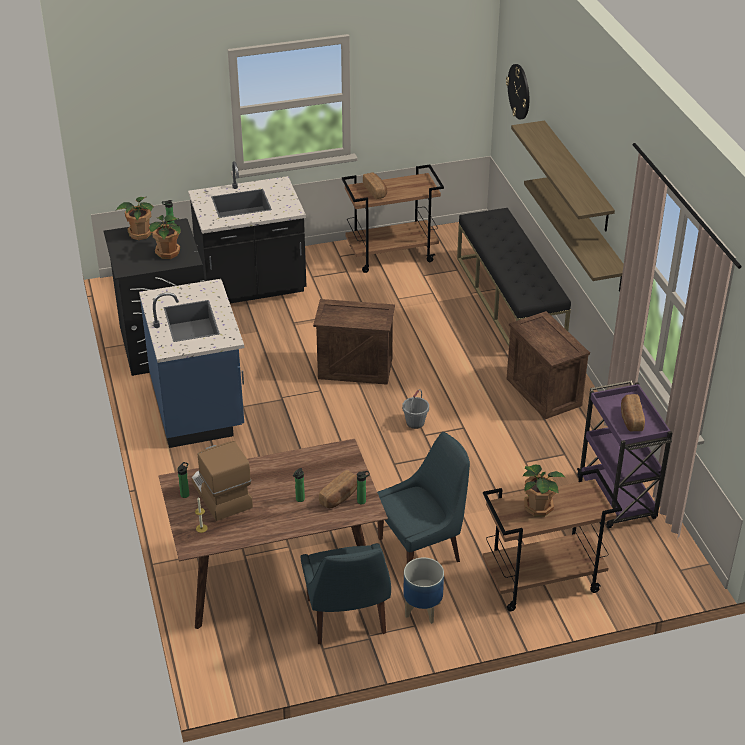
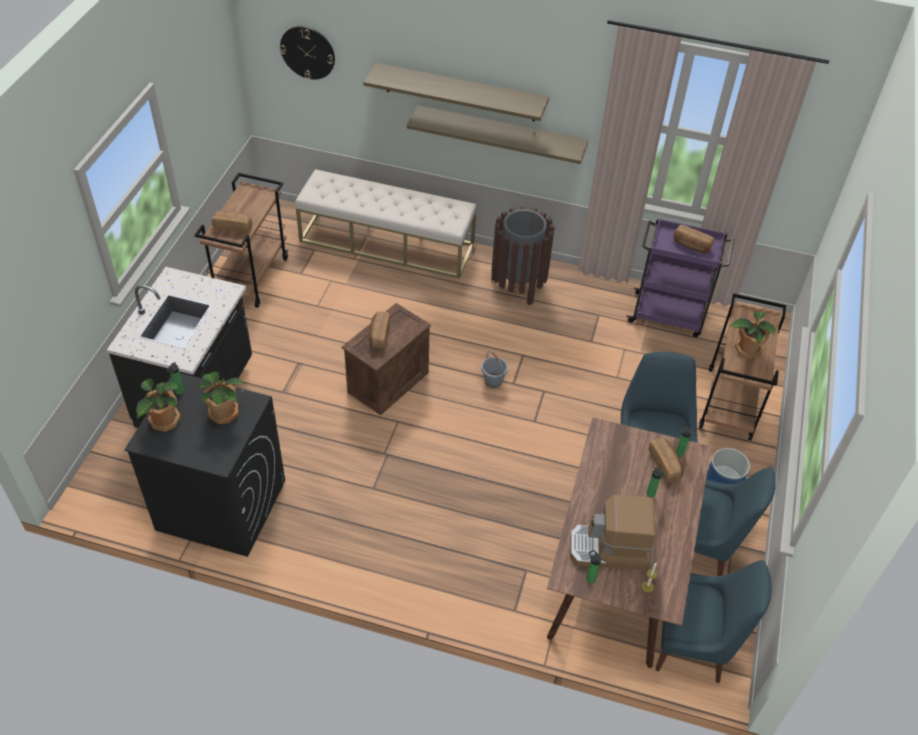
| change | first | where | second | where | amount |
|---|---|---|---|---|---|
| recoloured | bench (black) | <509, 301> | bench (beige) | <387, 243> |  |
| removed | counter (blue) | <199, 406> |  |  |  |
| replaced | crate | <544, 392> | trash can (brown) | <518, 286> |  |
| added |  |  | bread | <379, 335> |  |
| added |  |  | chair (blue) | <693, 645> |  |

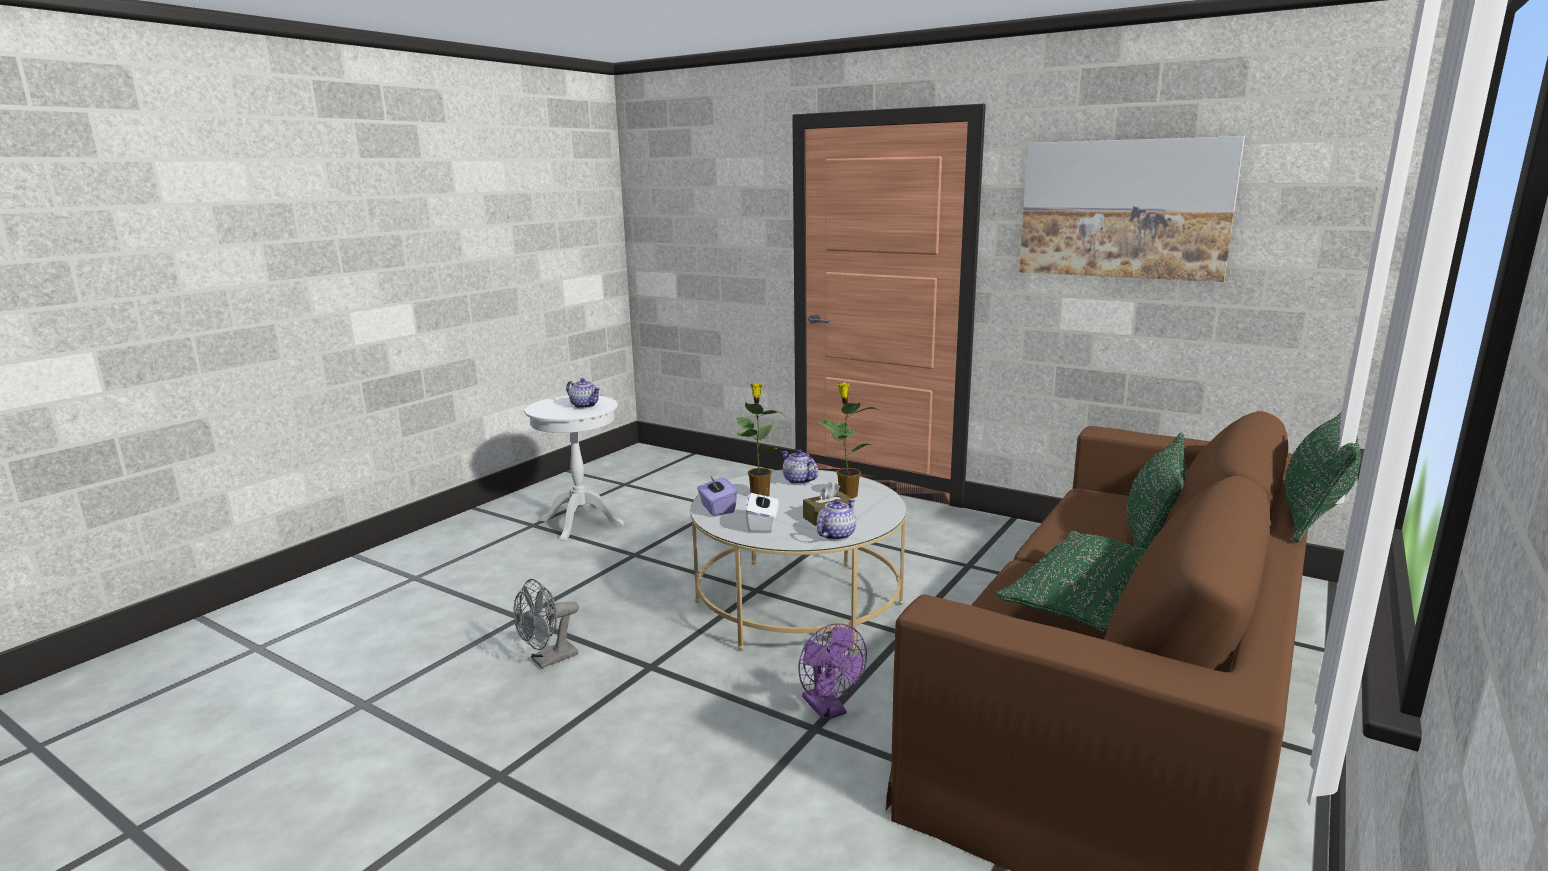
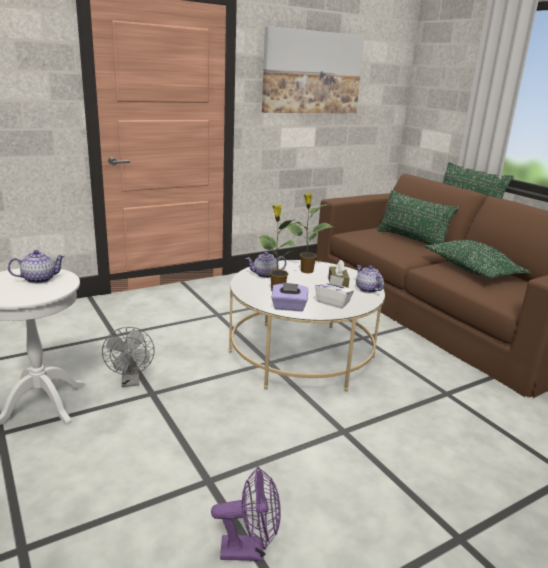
| change | first | where | second | where | amount |
|---|---|---|---|---|---|
| moved | fan (grey) | <548, 660> |  | <131, 381> |  |
| moved | fan (purple) | <829, 710> |  | <250, 550> |  |

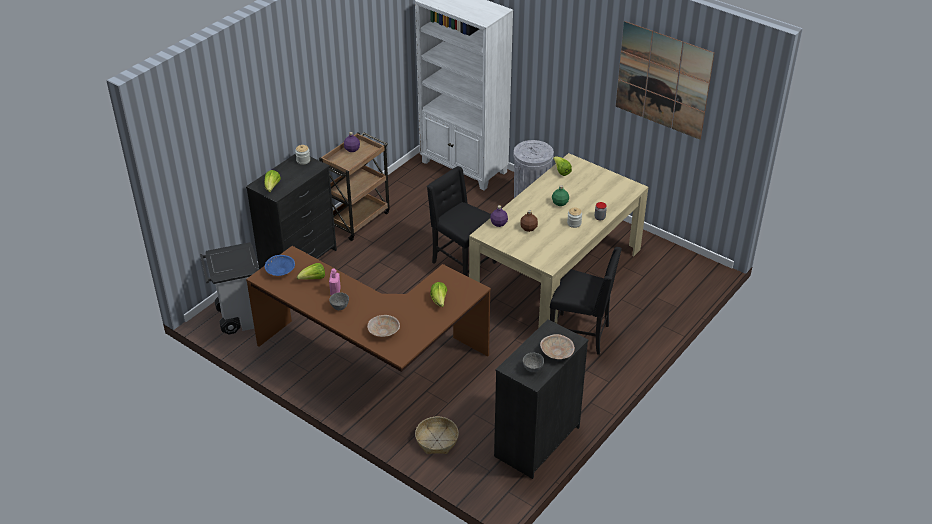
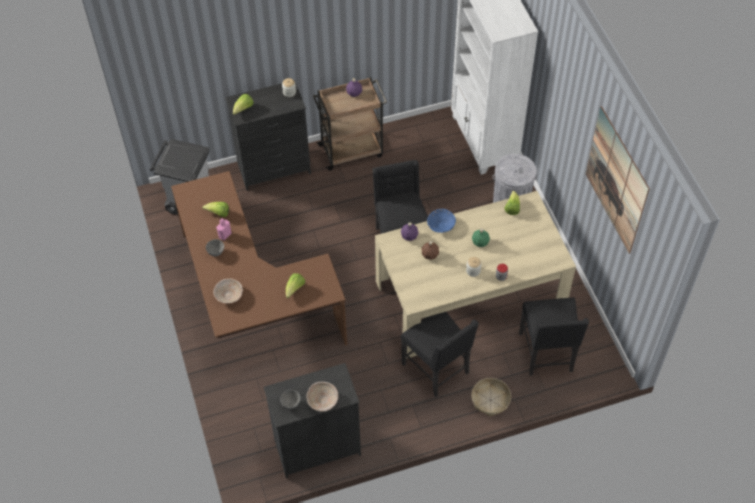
| change | first | where | second | where | amount |
|---|---|---|---|---|---|
| moved | bowl (blue) | <280, 271> |  | <440, 225> |  |
| moved | basket | <437, 440> |  | <490, 400> |  |
| added |  |  | chair (black) | <547, 353> |  |

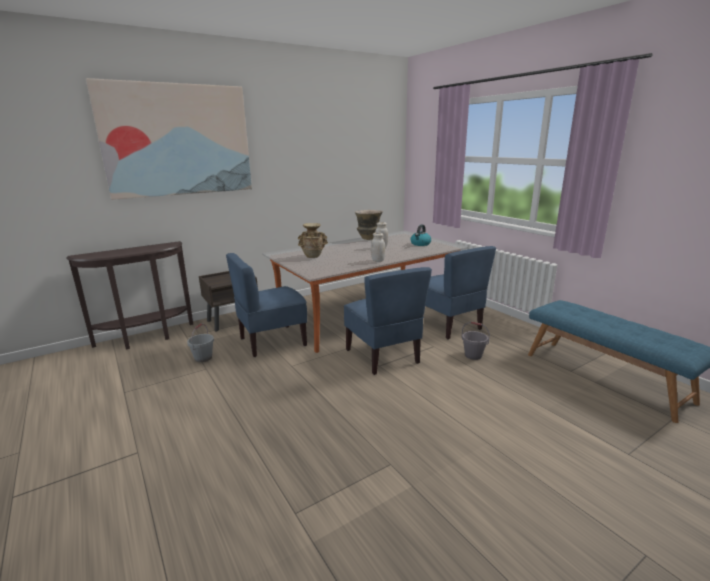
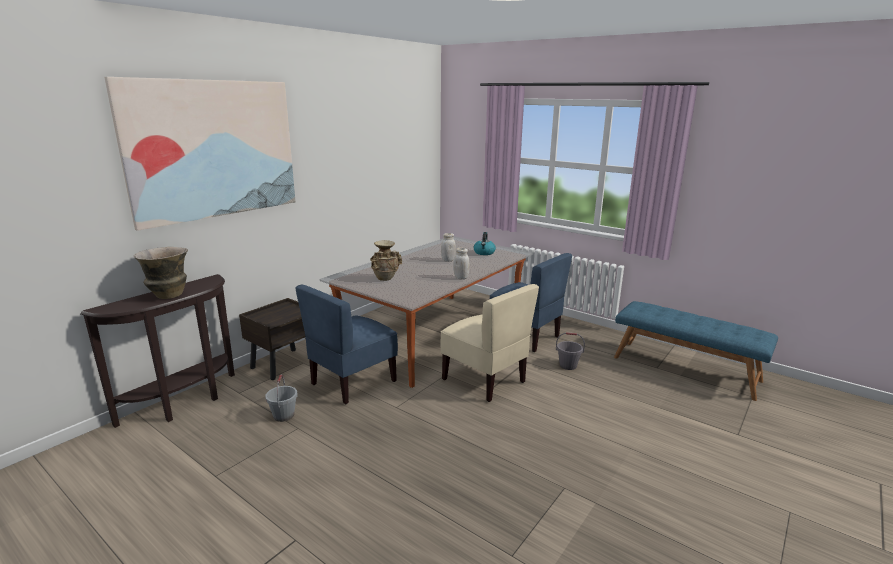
| change | first | where | second | where | amount |
|---|---|---|---|---|---|
| moved | vase | <368, 238> |  | <168, 295> |  |
| recoloured | chair (blue) | <383, 356> | chair (beige) | <484, 380> |  |

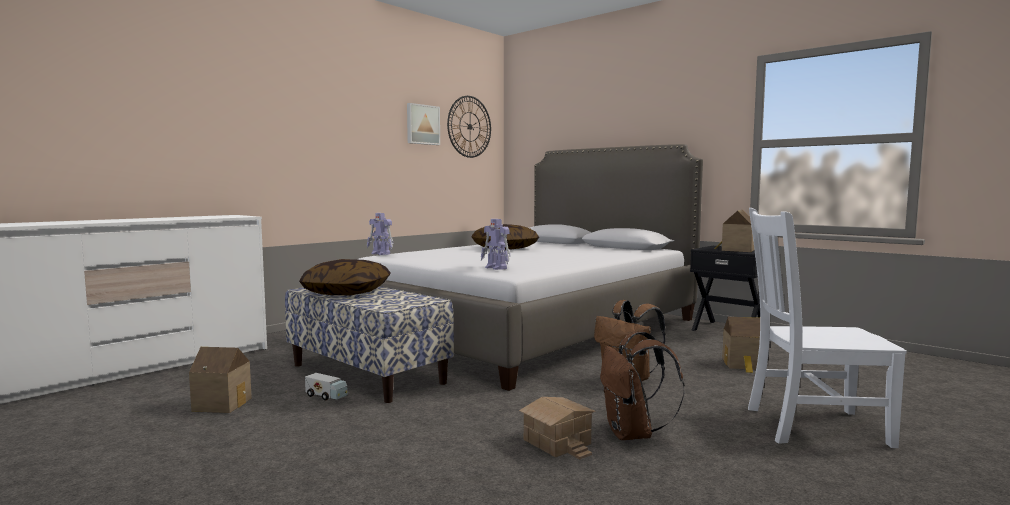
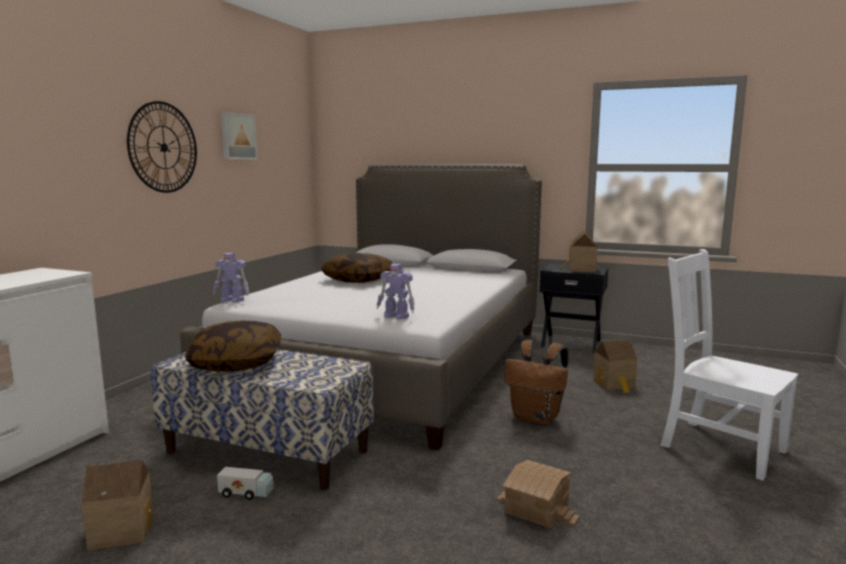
| change | first | where | second | where | amount |
|---|---|---|---|---|---|
| moved | wall clock | <469, 126> |  | <163, 147> |  |
| turned | chair (white) | <811, 426> |  | <718, 446> | 60 degrees clockwise |
| removed | backpack (brown) | <632, 434> |  |  |  |

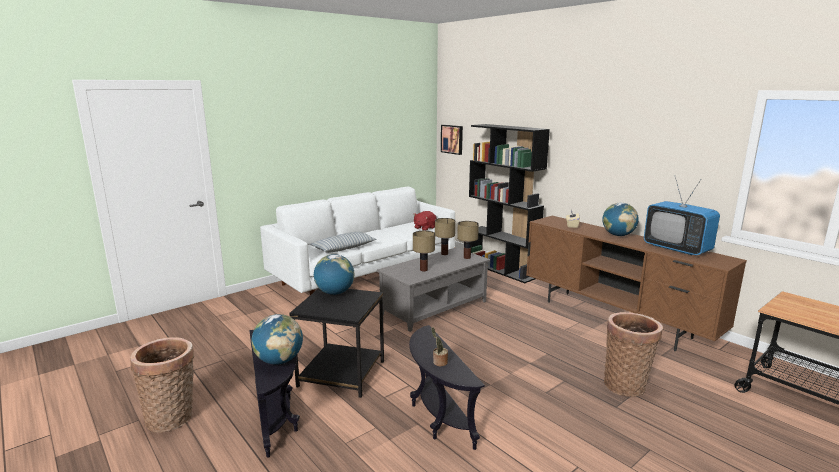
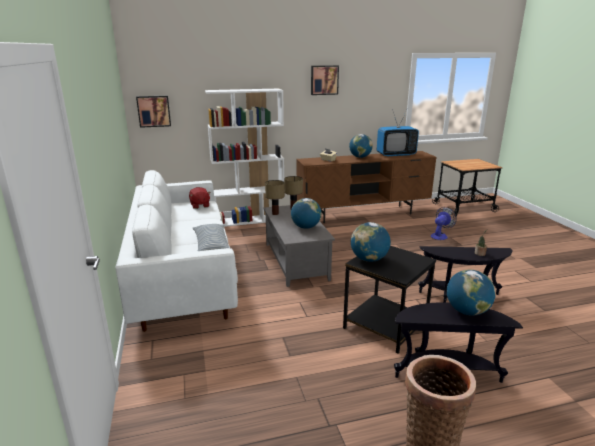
| change | first | where | second | where | amount |
|---|---|---|---|---|---|
| recoloured | bookcase (black) | <501, 269> | bookcase (white) | <250, 220> |  |
| replaced | table lamp | <424, 270> | globe | <306, 227> |  |
| replaced | basket | <626, 384> | fan | <440, 235> |  |
| added |  |  | picture | <324, 80> |  |

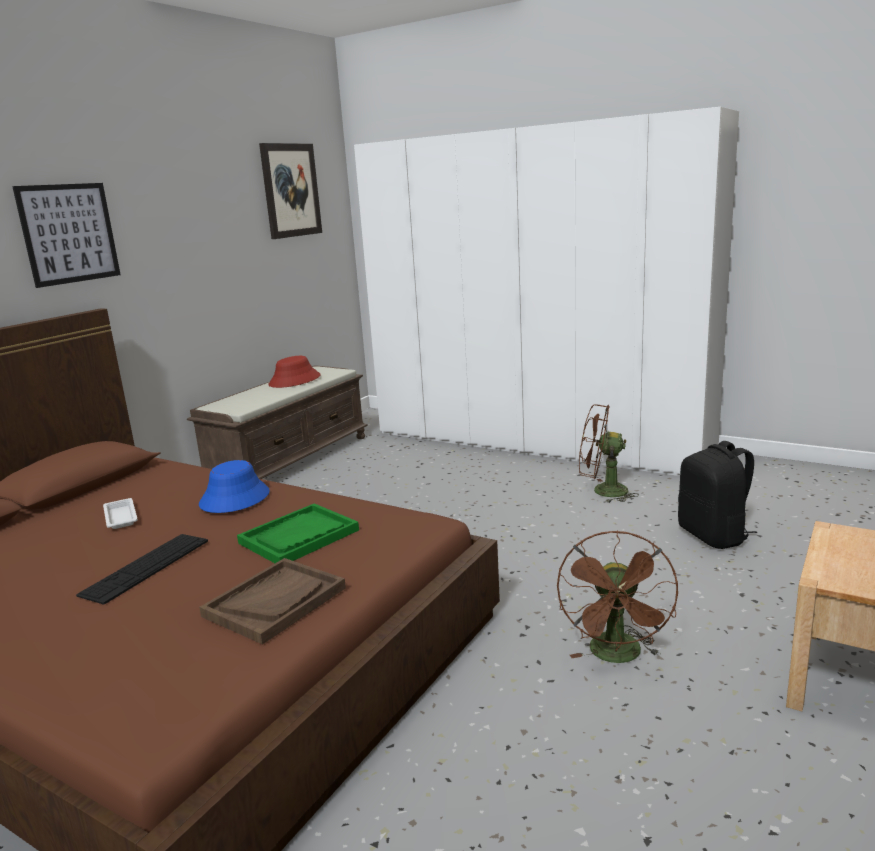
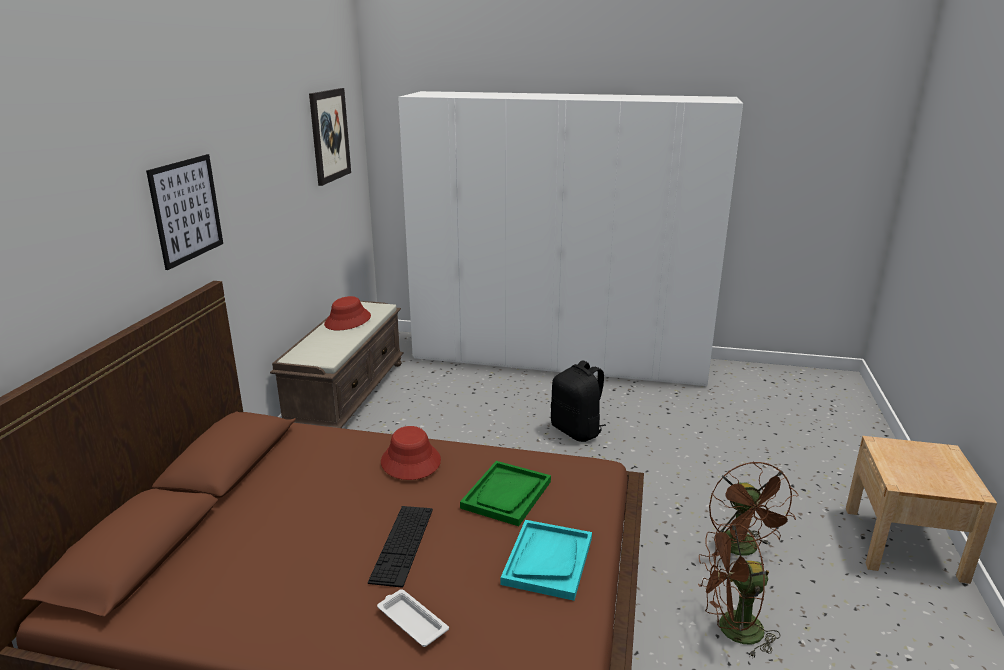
| change | first | where | second | where | amount |
|---|---|---|---|---|---|
| moved | fan (brown) | <602, 491> |  | <731, 631> |  |
| moved | backpack (black) | <714, 536> |  | <577, 431> |  |
| recoloured | hat (blue) | <234, 499> | hat (red) | <410, 461> |  |
| moved | tray (white) | <121, 517> |  | <411, 621> |  |
| recoloured | tray (brown) | <275, 602> | tray (turquoise) | <547, 560> |  |

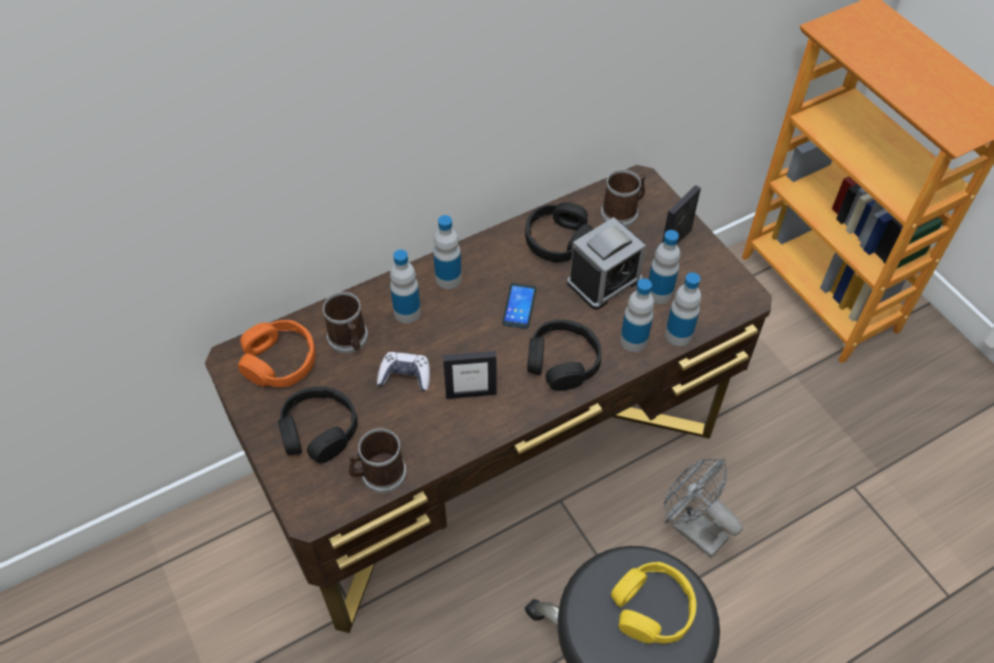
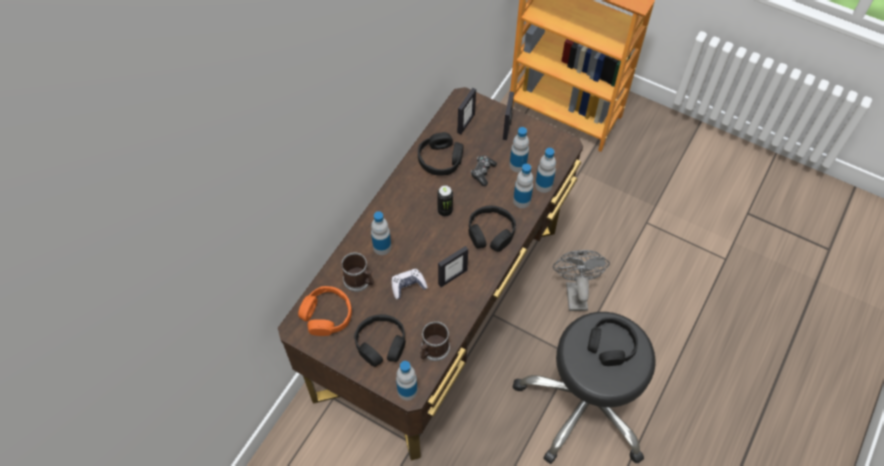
| change | first | where | second | where | amount |
|---|---|---|---|---|---|
| replaced | mug | <623, 211> | picture frame | <465, 123> |  |
| moved | bottle | <448, 279> |  | <407, 390> |  |
| replaced | alarm clock | <604, 281> | game controller | <482, 172> |  |
| replaced | phone | <519, 306> | can | <445, 211> |  |
| turned | fan (grey) | <692, 528> |  | <575, 292> | 75 degrees clockwise |
| recoloured | headphones (yellow) | <652, 608> | headphones (black) | <610, 345> |  |

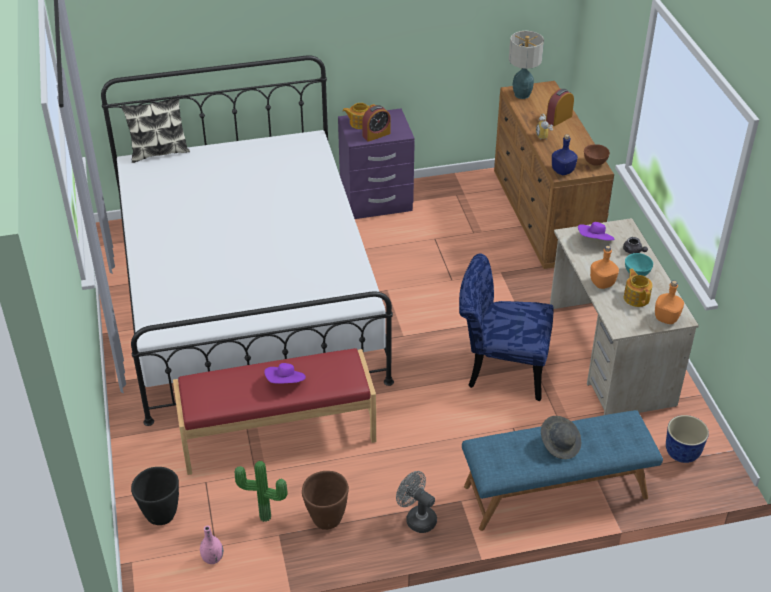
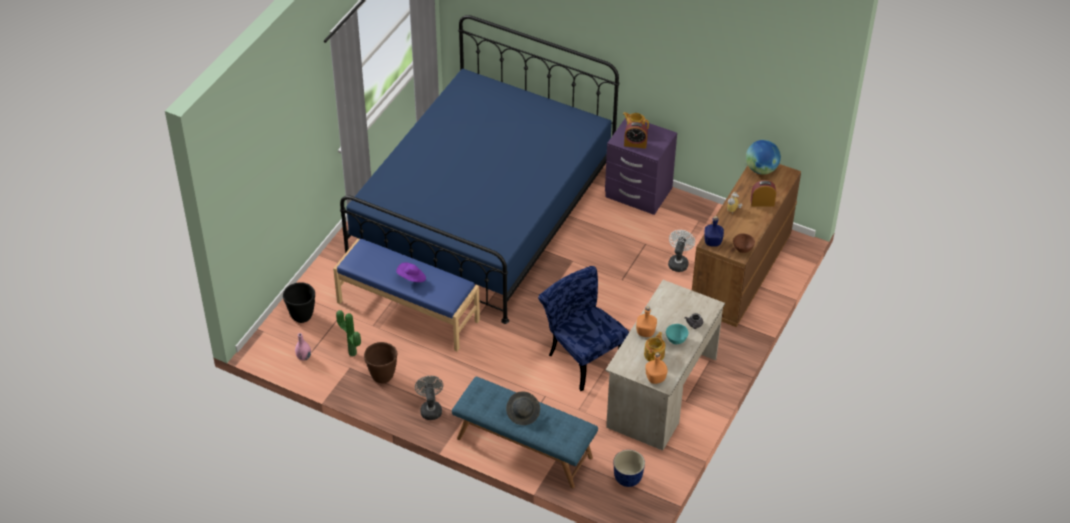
| change | first | where | second | where | amount |
|---|---|---|---|---|---|
| replaced | table lamp | <522, 95> | globe | <761, 169> |  |
| recoloured | bed (white) | <247, 296> | bed (blue) | <483, 212> |  |
| removed | pillow | <159, 152> |  |  |  |
| removed | hat (purple) | <595, 241> |  |  |  |
| recoloured | bench (red) | <277, 434> | bench (blue) | <408, 311> |  |
| added |  |  | fan (white) | <678, 262> |  |

